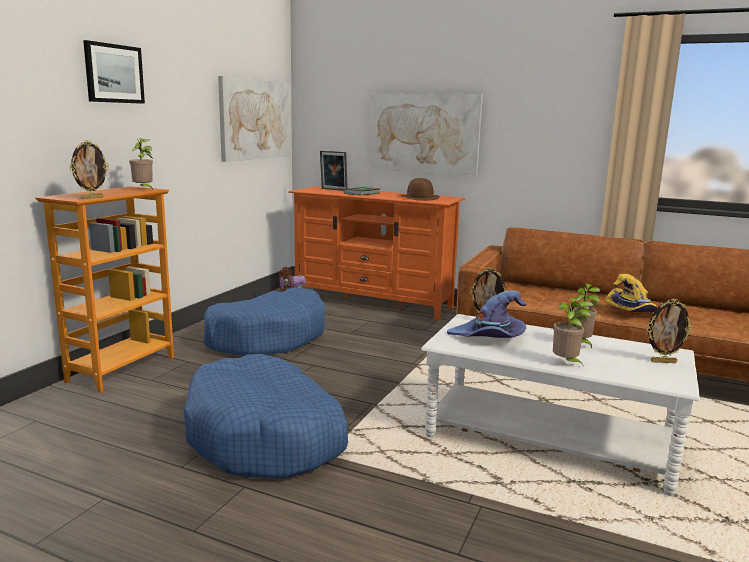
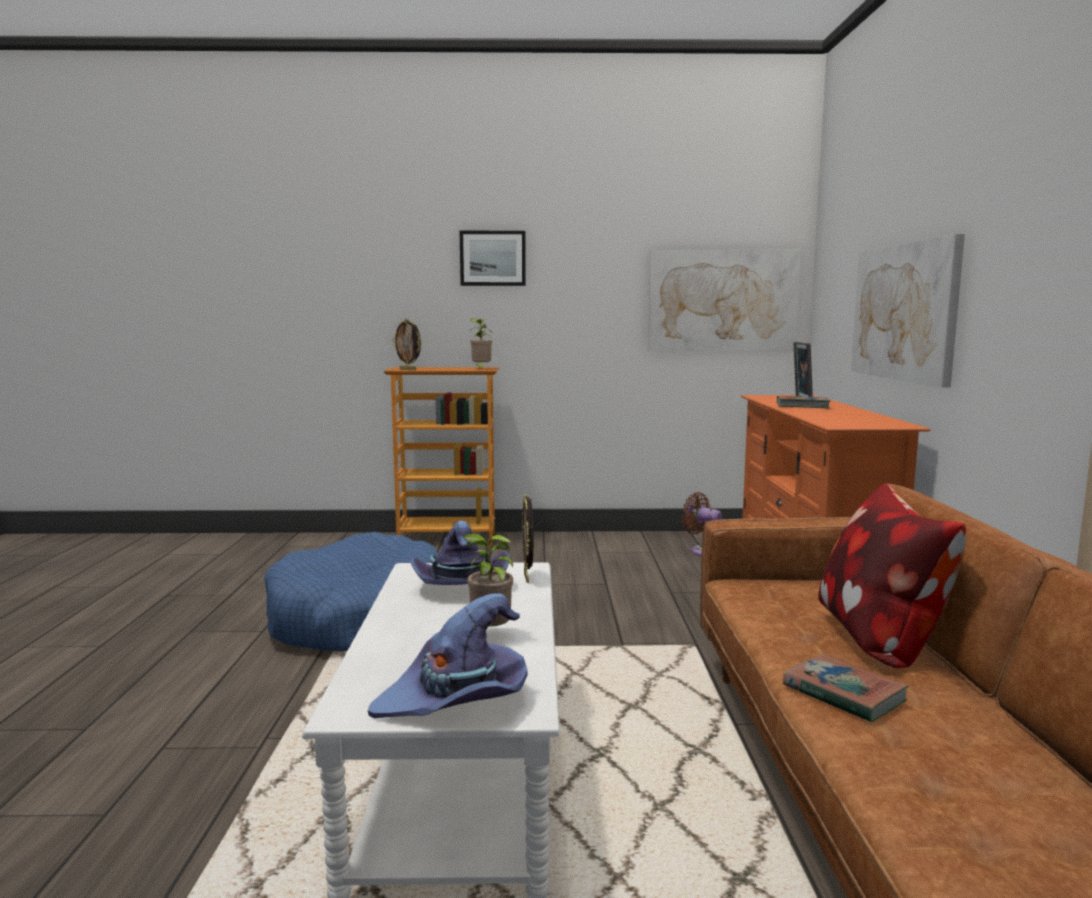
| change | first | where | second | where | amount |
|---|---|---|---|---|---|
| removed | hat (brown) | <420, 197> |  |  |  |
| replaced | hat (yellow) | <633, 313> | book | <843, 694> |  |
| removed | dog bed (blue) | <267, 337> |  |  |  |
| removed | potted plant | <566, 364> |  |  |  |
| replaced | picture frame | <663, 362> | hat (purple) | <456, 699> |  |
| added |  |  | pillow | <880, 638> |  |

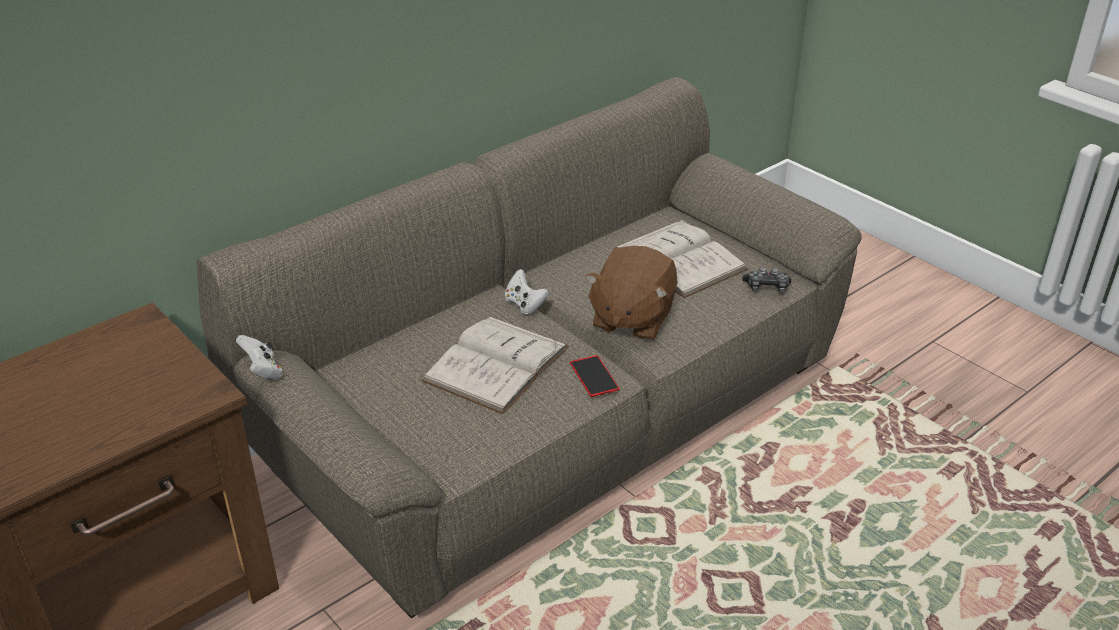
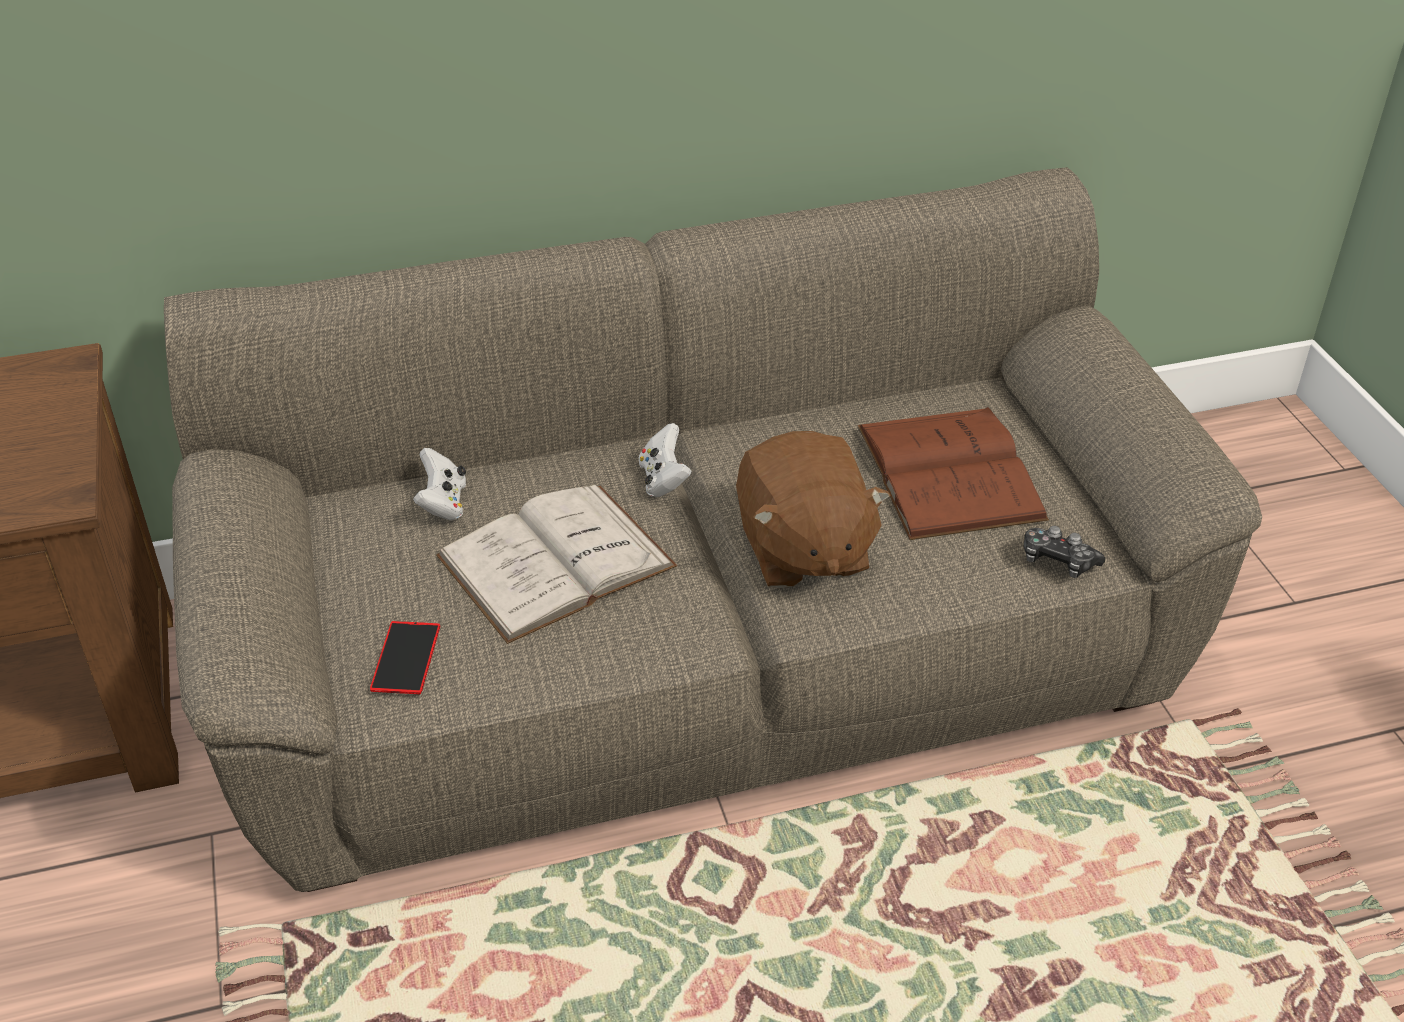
| change | first | where | second | where | amount |
|---|---|---|---|---|---|
| recoloured | book (white) | <679, 259> | book (brown) | <949, 472> |  |
| turned | plush toy (brown) | <631, 319> |  | <802, 550> | 60 degrees counterclockwise |
| moved | game controller (white) | <263, 371> |  | <443, 504> |  |
| moved | phone | <594, 376> |  | <405, 658> |  |

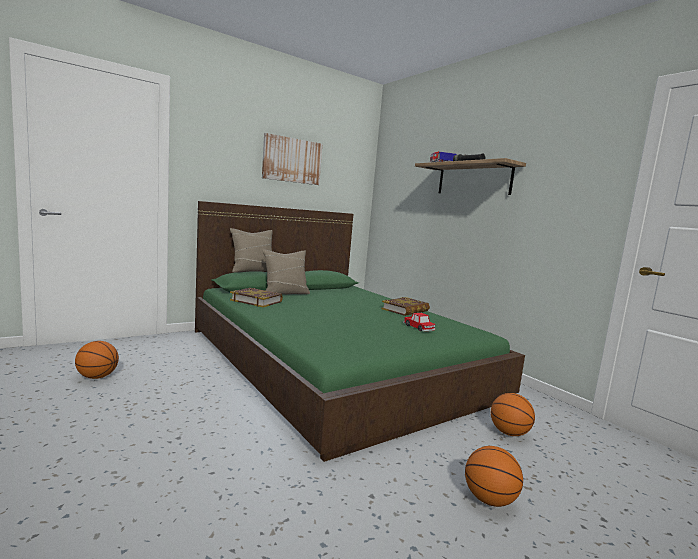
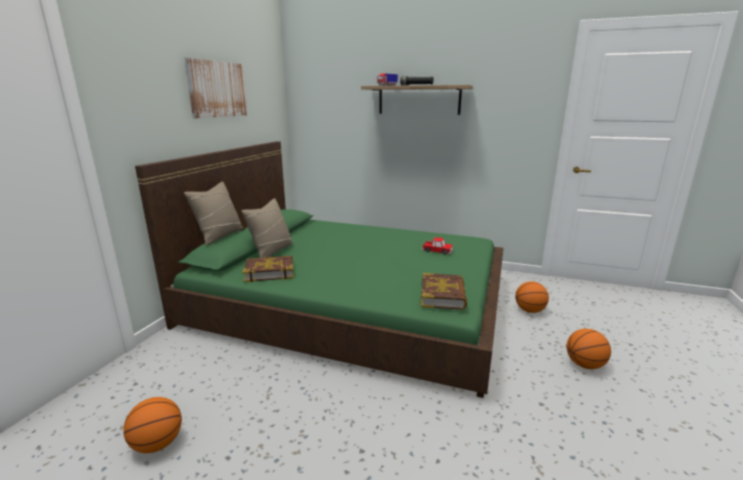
| change | first | where | second | where | amount |
|---|---|---|---|---|---|
| moved | book | <405, 310> |  | <443, 295> |  |

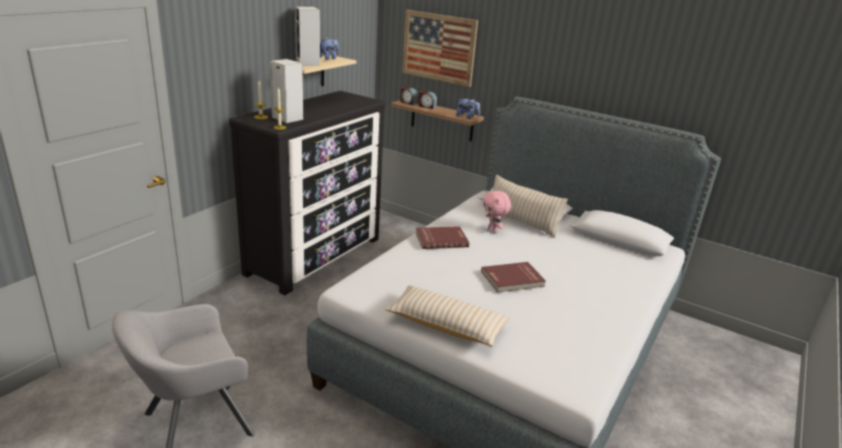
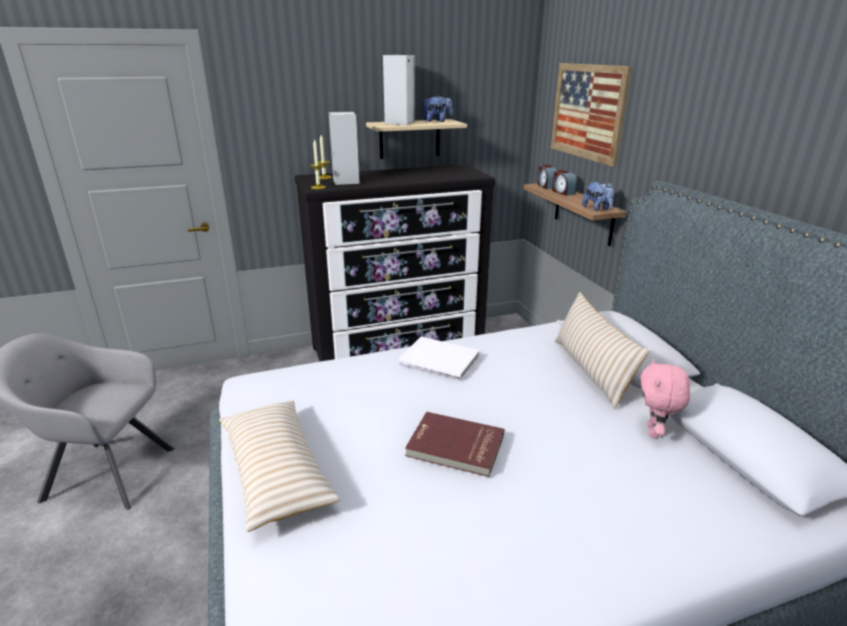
| change | first | where | second | where | amount |
|---|---|---|---|---|---|
| moved | plush toy (pink) | <493, 230> |  | <654, 432> |  |
| recoloured | book (red) | <441, 239> | book (white) | <440, 360> |  |

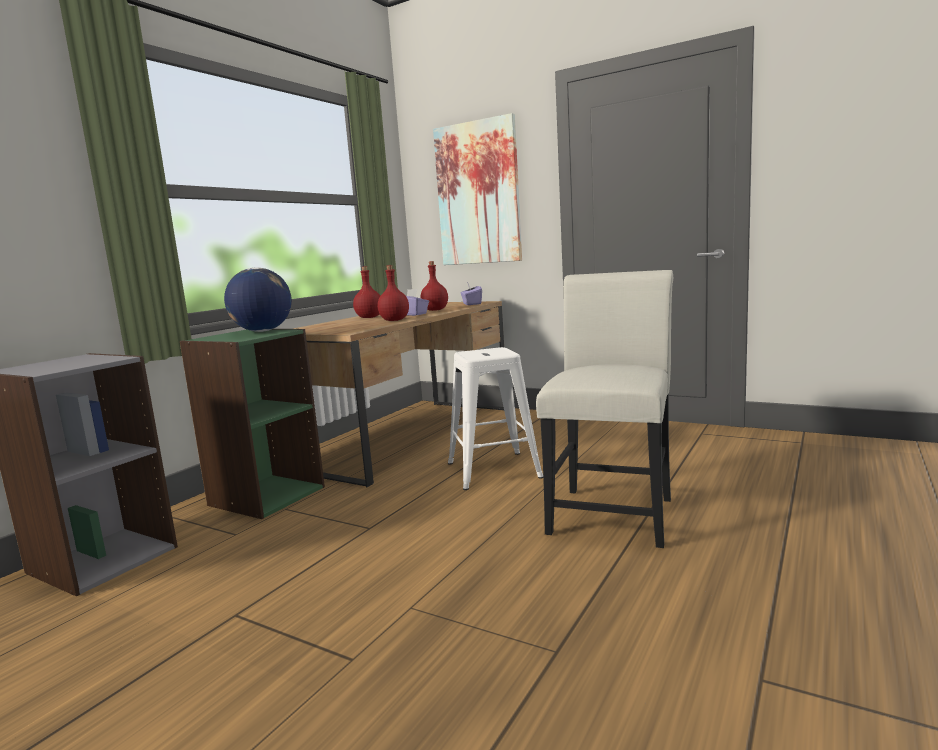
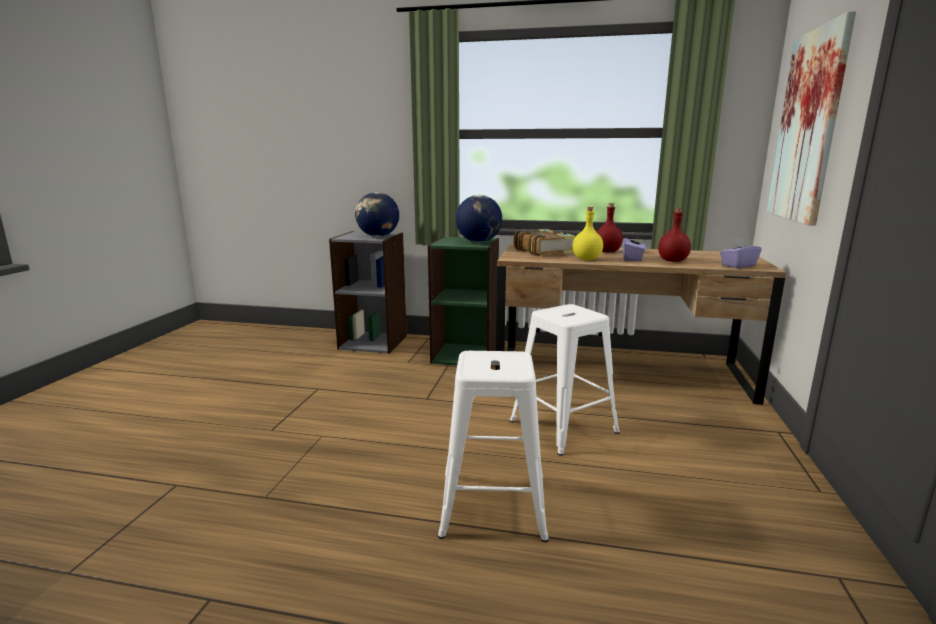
| change | first | where | second | where | amount |
|---|---|---|---|---|---|
| recoloured | bottle (red) | <394, 320> | bottle (yellow) | <586, 259> |  |
| replaced | chair (white) | <613, 511> | stool (white) | <494, 505> |  |
| added |  |  | globe | <378, 236> |  |
| added |  |  | book | <543, 251> |  |

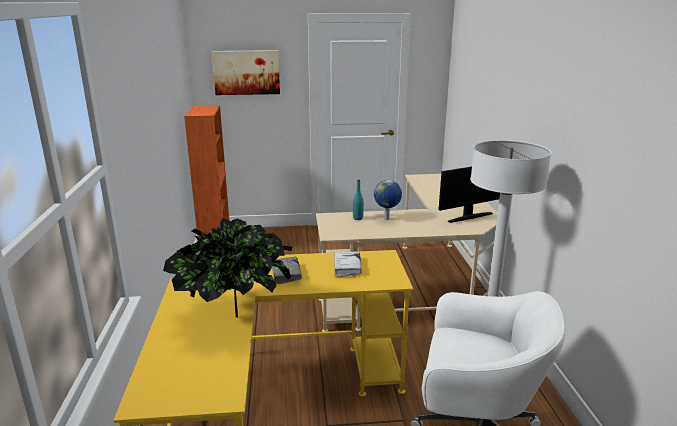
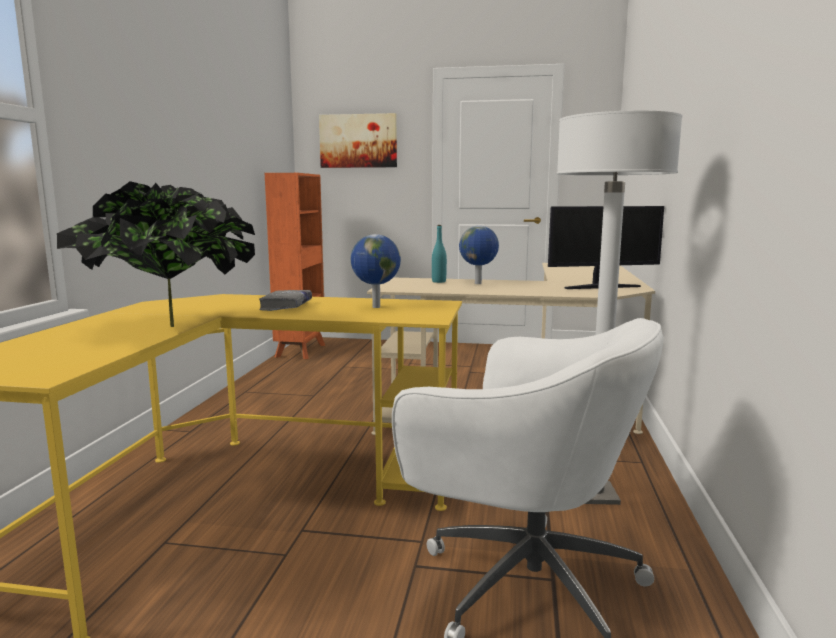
| change | first | where | second | where | amount |
|---|---|---|---|---|---|
| replaced | book (white) | <347, 267> | globe | <375, 307> |  |

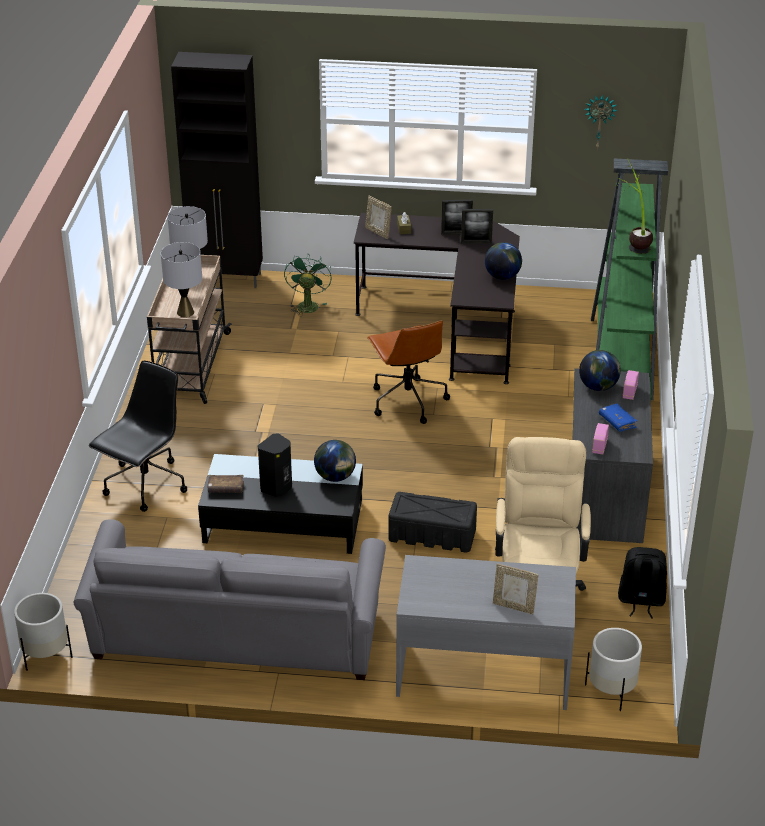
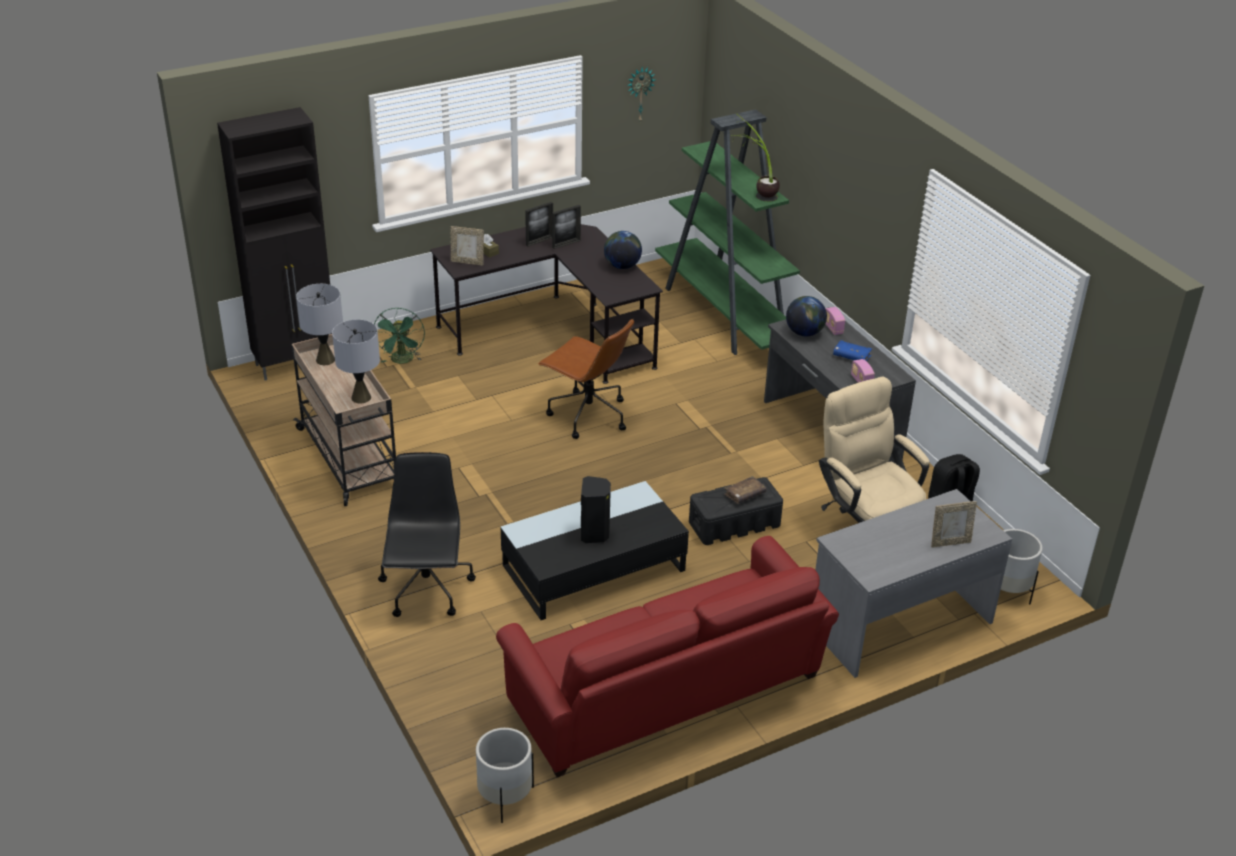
| change | first | where | second | where | amount |
|---|---|---|---|---|---|
| turned | fan (green) | <307, 304> |  | <402, 361> | 150 degrees counterclockwise |
| removed | globe | <335, 477> |  |  |  |
| moved | book (brown) | <225, 488> |  | <744, 494> |  |
| recoloured | sofa (grey) | <235, 640> | sofa (red) | <668, 696> |  |

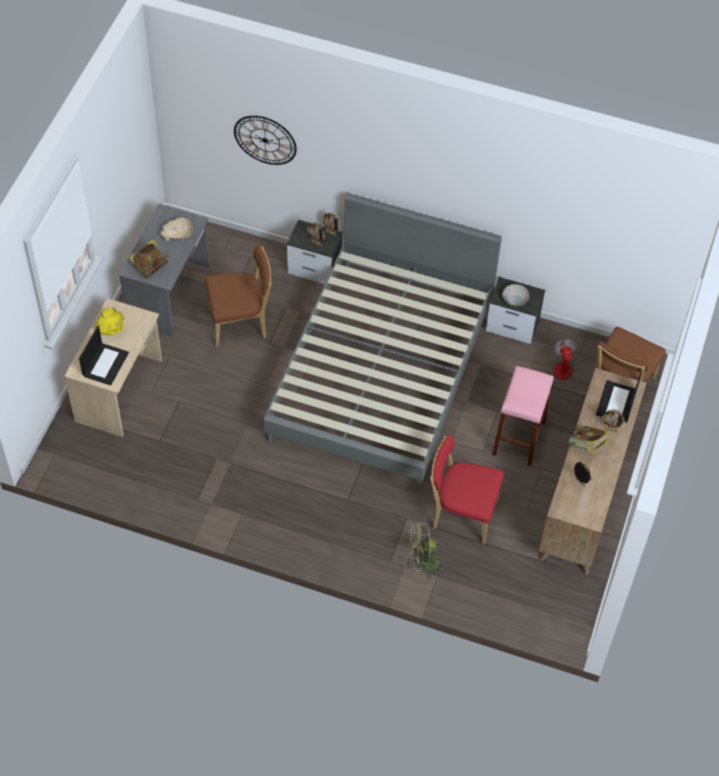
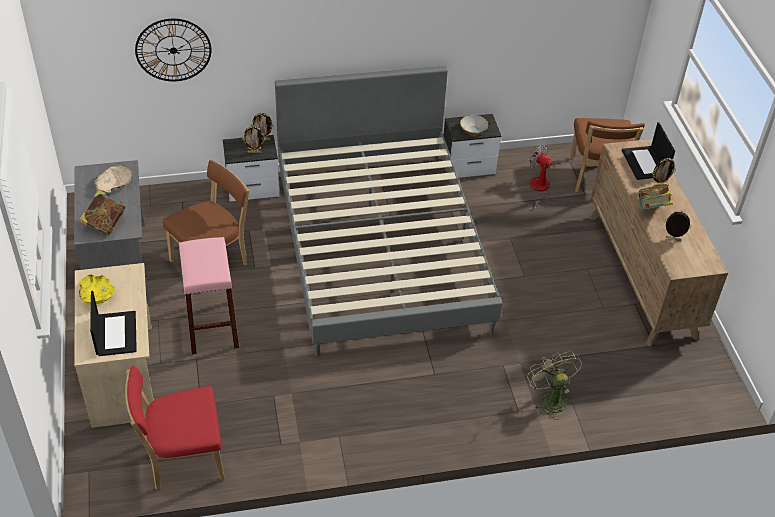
| change | first | where | second | where | amount |
|---|---|---|---|---|---|
| moved | stool (pink) | <518, 438> |  | <212, 327> |  |
| moved | chair (red) | <461, 513> |  | <182, 459> |  |
| turned | fan (green) | <423, 563> |  | <550, 398> | 105 degrees clockwise |

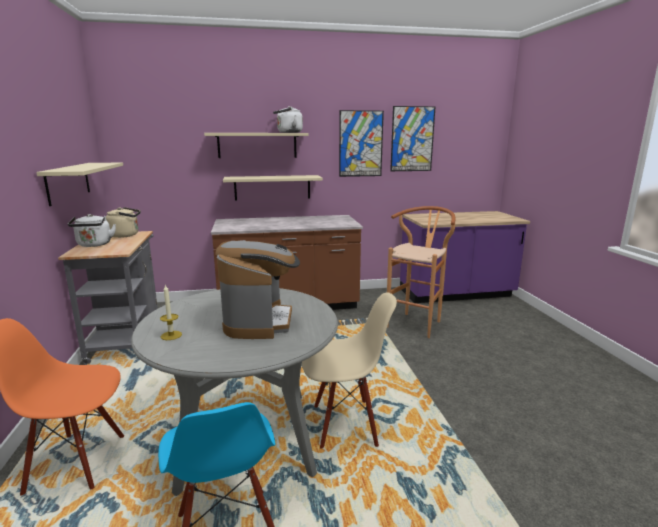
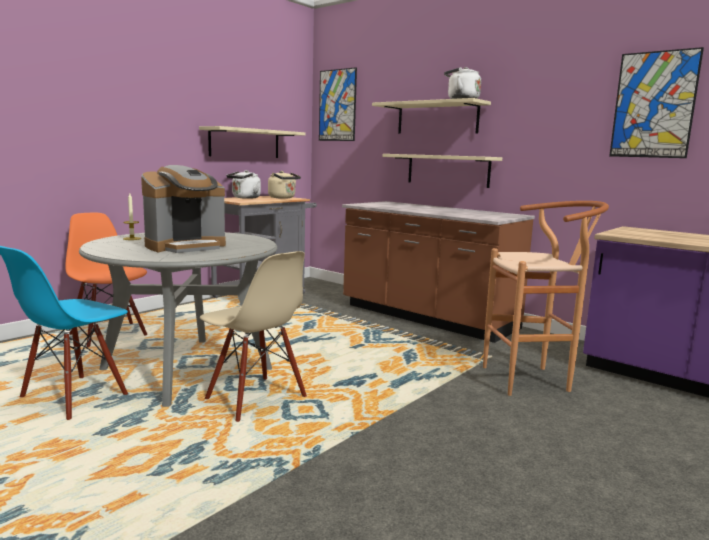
| change | first | where | second | where | amount |
|---|---|---|---|---|---|
| moved | picture | <360, 144> |  | <337, 105> |  |

